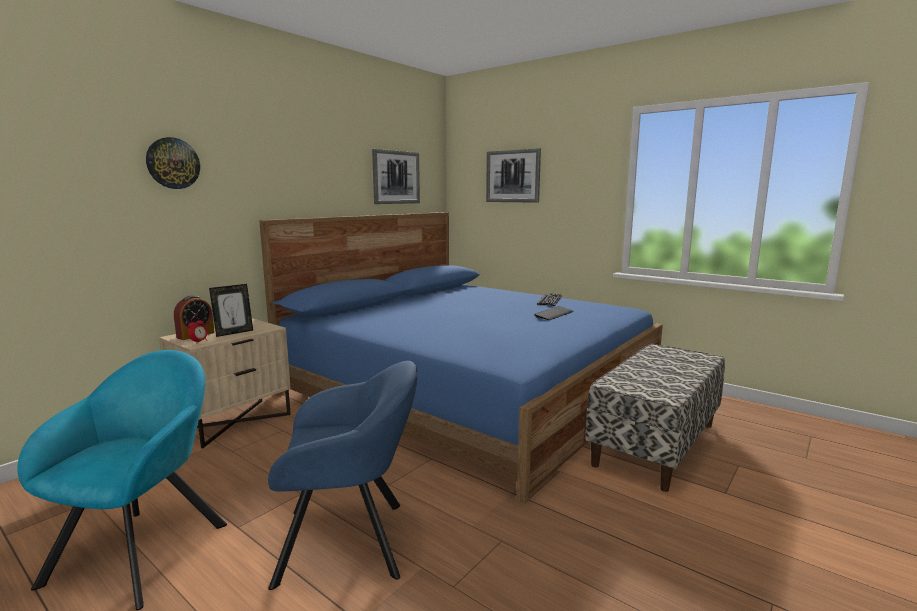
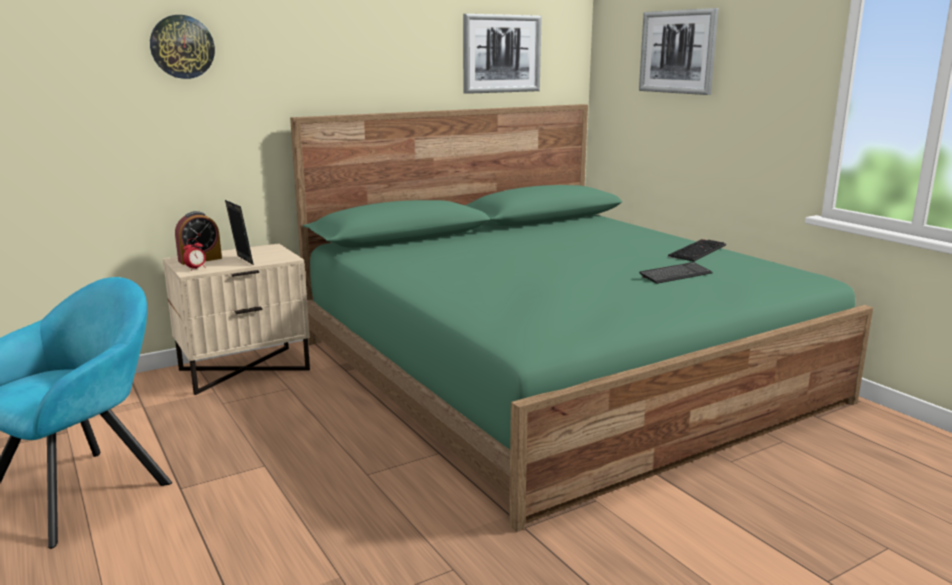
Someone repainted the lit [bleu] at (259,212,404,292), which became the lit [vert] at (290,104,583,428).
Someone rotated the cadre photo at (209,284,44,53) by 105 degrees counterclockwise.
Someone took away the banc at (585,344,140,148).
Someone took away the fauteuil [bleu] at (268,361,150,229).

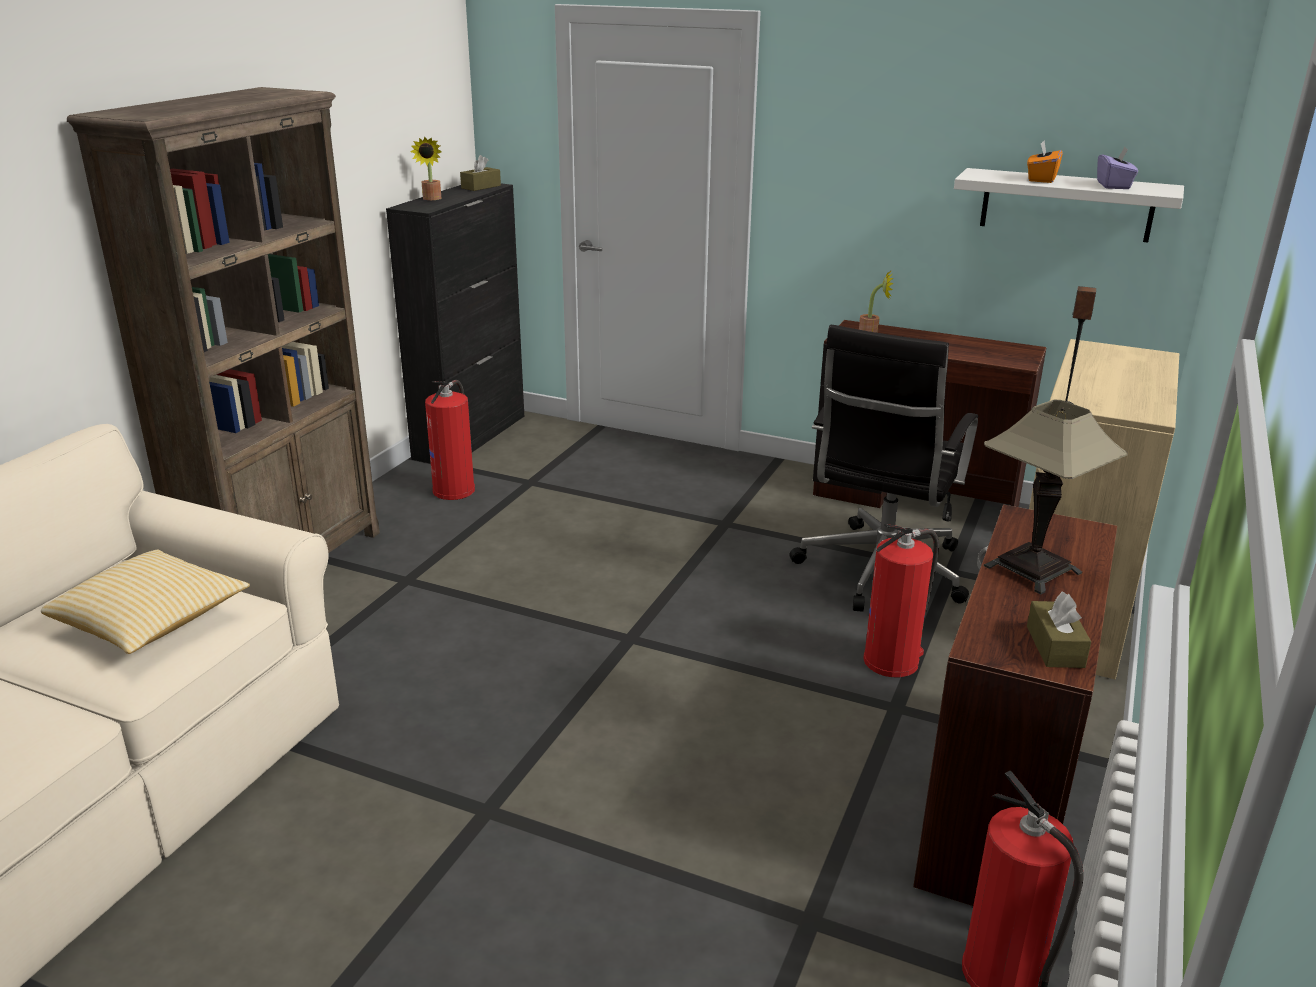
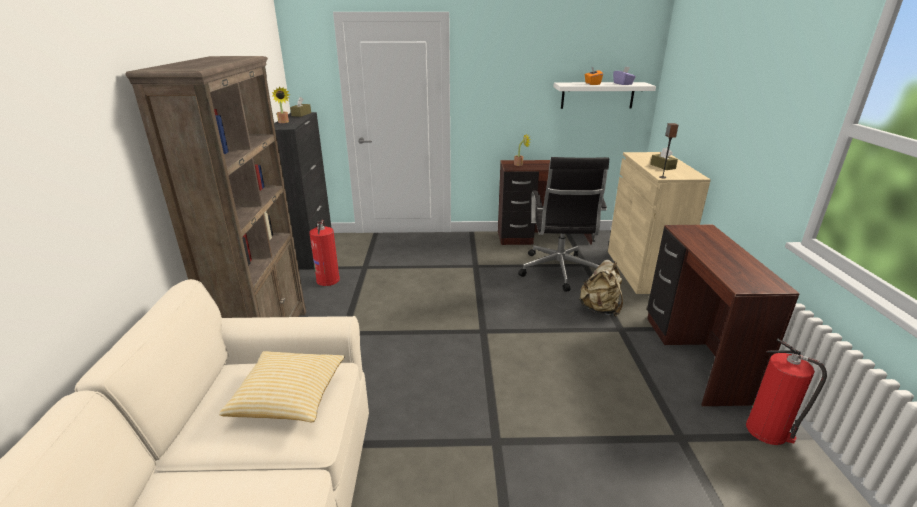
Someone took away the lampe de table at (984,399,144,196).
Someone swapped the extincteur at (863,524,76,153) for the sac à dos [beige] at (579,260,44,57).
Someone carried the boîte à mouchoirs [marron] from (1027,592,64,76) to (650,147,28,23).

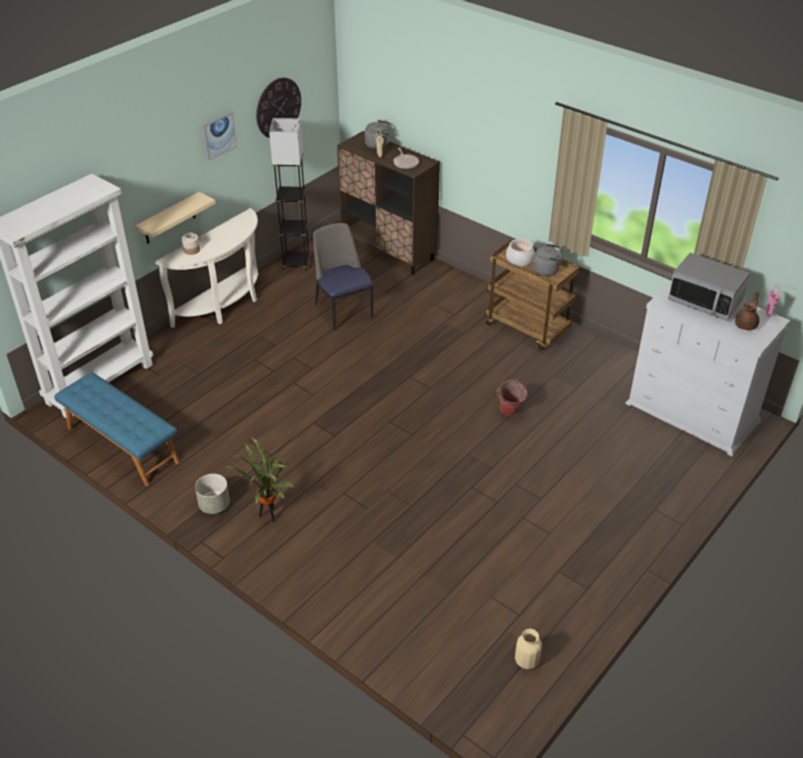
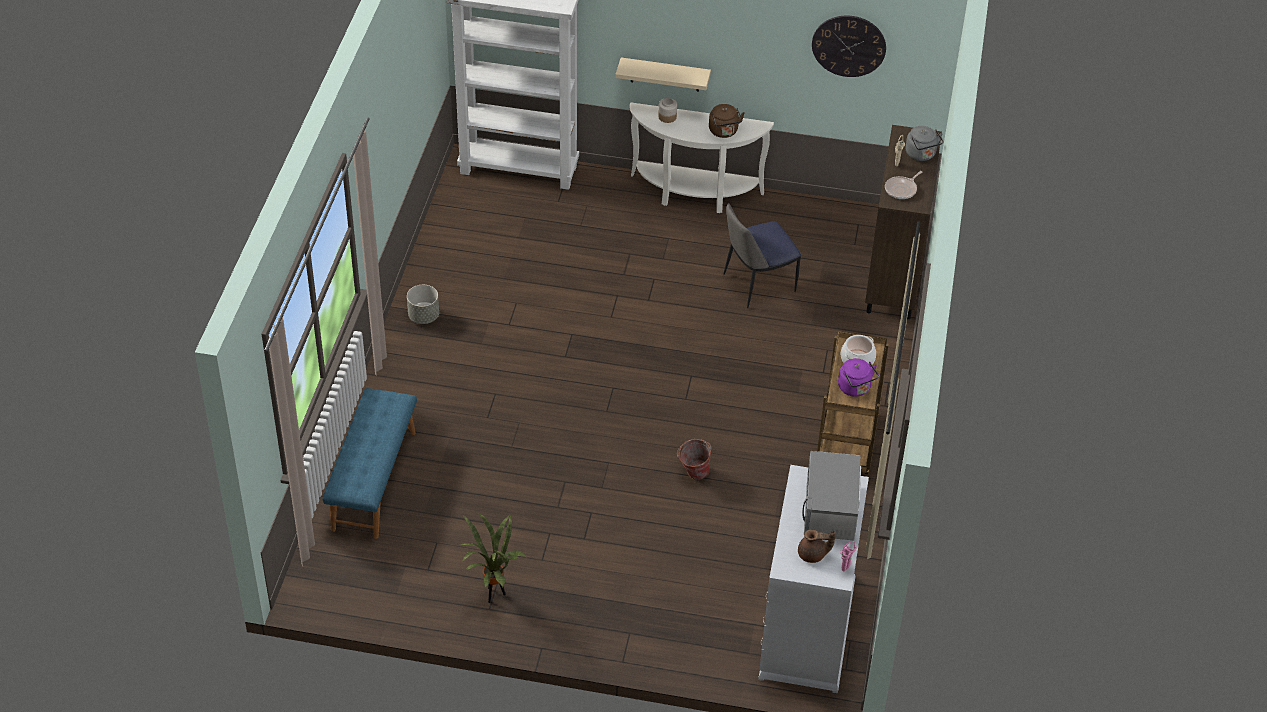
Someone took away the tableau at (203,112,34,49).
Someone took away the lampadaire [gris] at (269,118,41,152).
Someone rotated the chaise at (313,223,60,108) by 150 degrees counterclockwise.
Someone repainted the bouilloire [gris] at (532,244,31,32), which became the bouilloire [violet] at (838,358,41,39).
Someone carried the banc [bleu] from (54,372,126,114) to (322,388,95,151).
Someone carried the plante en pot from (225,437,70,85) to (461,513,66,90).
Someone took away the vase [beige] at (515,629,27,40).
Someone put down the bouilloire [marron] at (709,104,36,34).

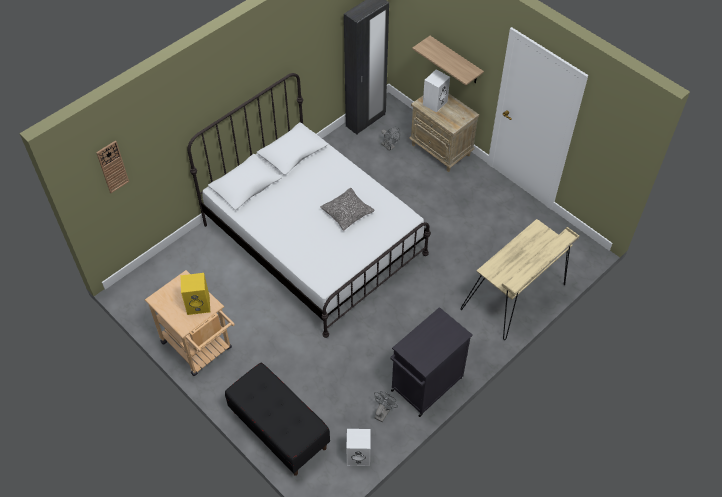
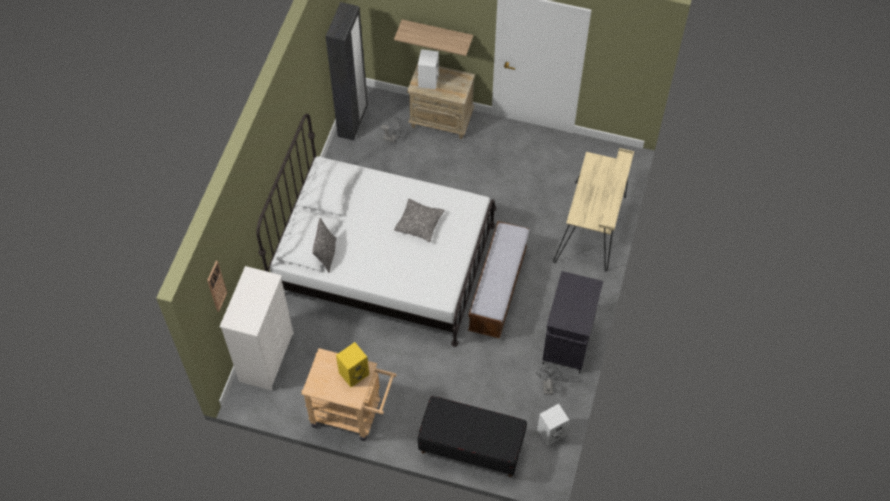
Someone put down the coussin at (313,218,23,55).
Someone put down the banc at (468,221,61,118).
Someone put down the commode [blanc] at (219,266,75,124).

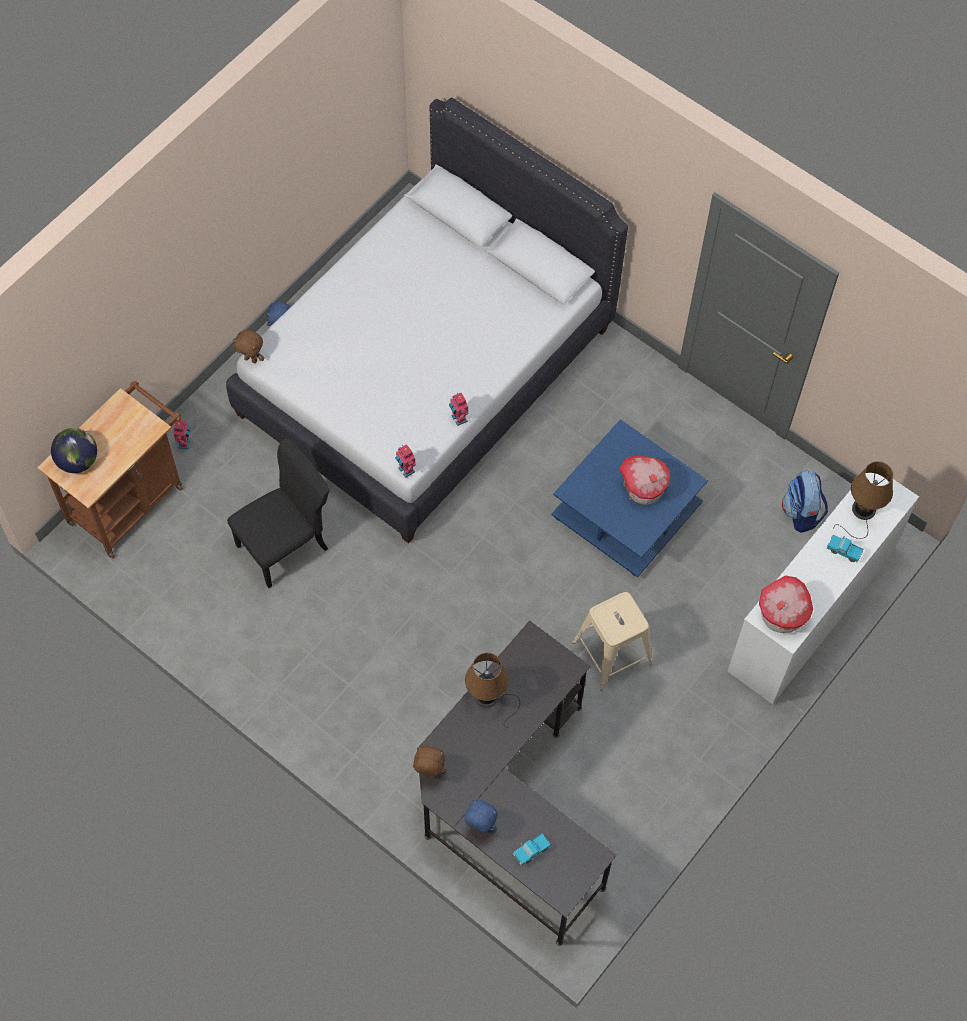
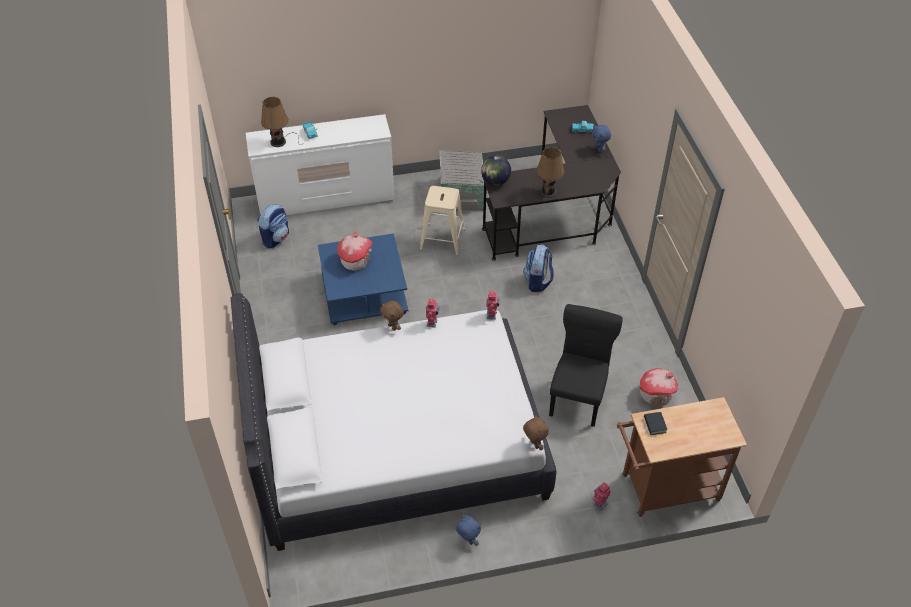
Someone carried the globe from (51,428,46,45) to (481,155,30,31).
Someone rotated the chaise [noir] at (227,438,103,150) by 105 degrees clockwise.
Someone carried the maison miniature from (759,576,54,57) to (639,368,39,38).
Someone carried the peluche [marron] from (413,746,33,30) to (380,300,24,31).
Someone put down the boîte de rangement [gris] at (440,150,44,61).
Someone put down the sac à dos at (523,245,31,47).
Someone put down the livre at (644,412,23,23).

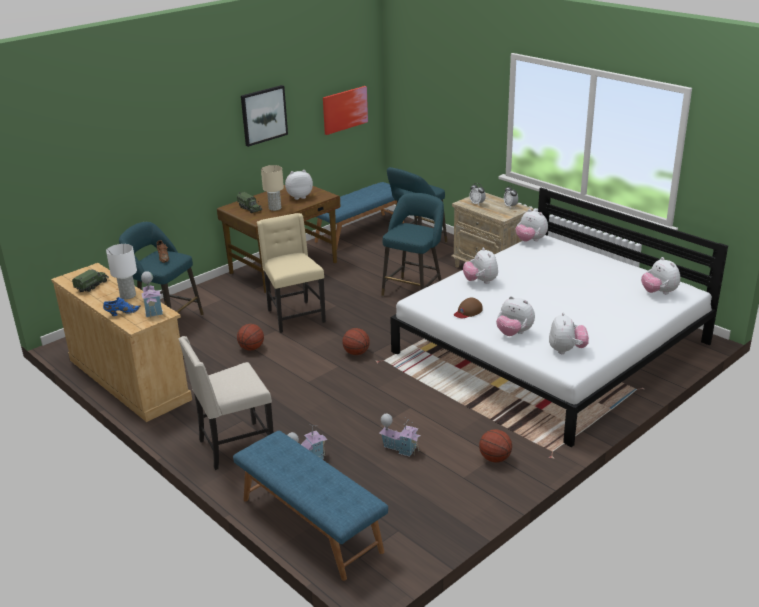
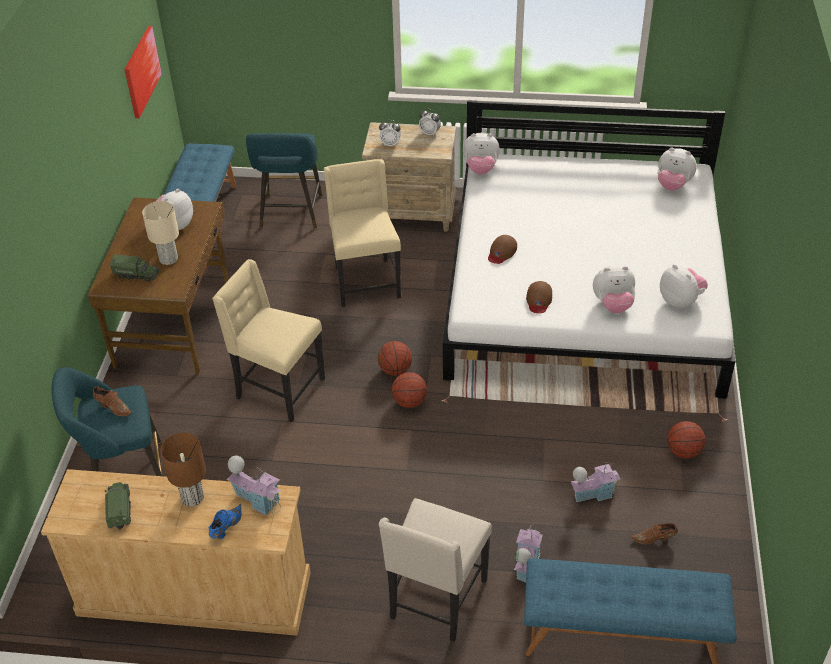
Someone took away the tableau at (241,85,47,62).
Someone swapped the tabouret [turquoise] at (381,193,63,103) for the chaise [beige] at (324,159,77,148).
Someone repainted the lampe de table [blanc] at (106,244,31,55), which became the lampe de table [marron] at (160,433,46,73).
Someone swapped the peluche at (463,247,35,37) for the casquette [marron] at (488,235,29,29).
Someone carried the ballon de basket from (237,324,27,27) to (378,341,34,35).
Someone put down the chaussure [marron] at (631,523,47,22).

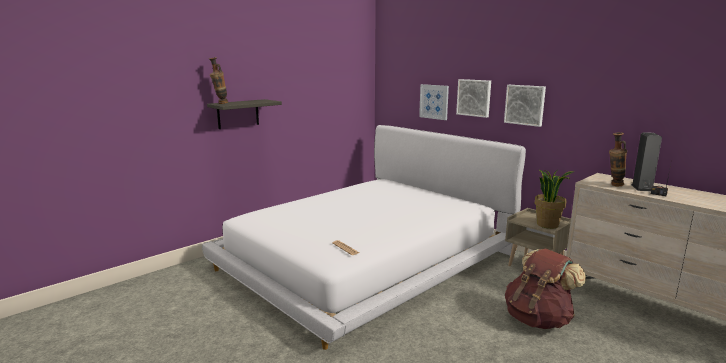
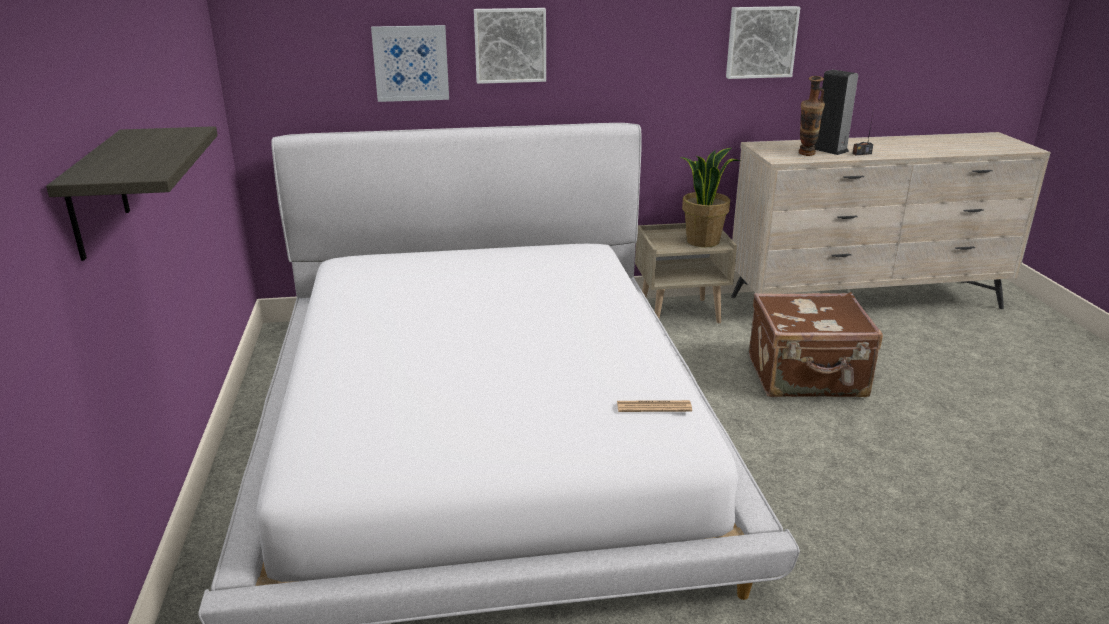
Someone took away the vase at (209,57,19,47).
Someone carried the tableau from (504,85,42,42) to (726,6,74,73).
Someone swapped the sac à dos [marron] at (505,248,81,81) for the valise [marron] at (749,292,134,105).

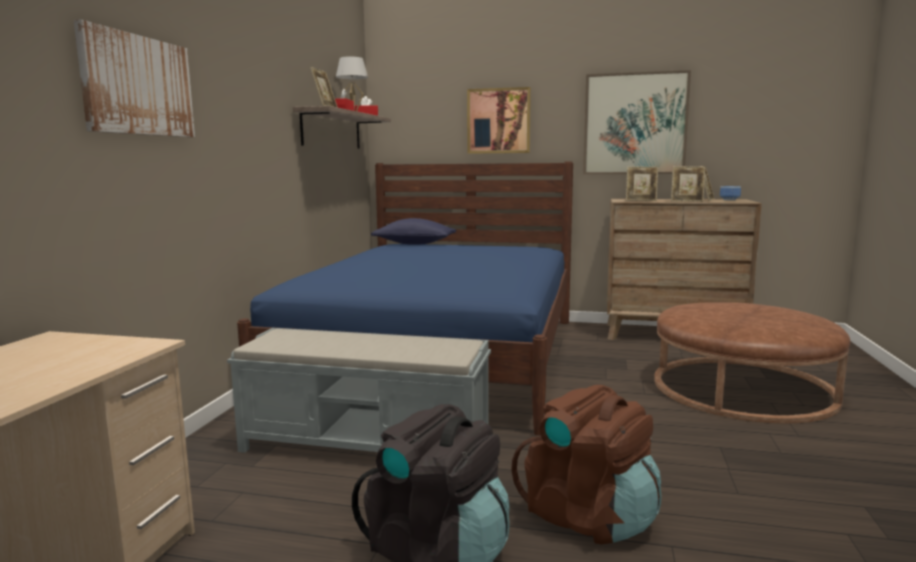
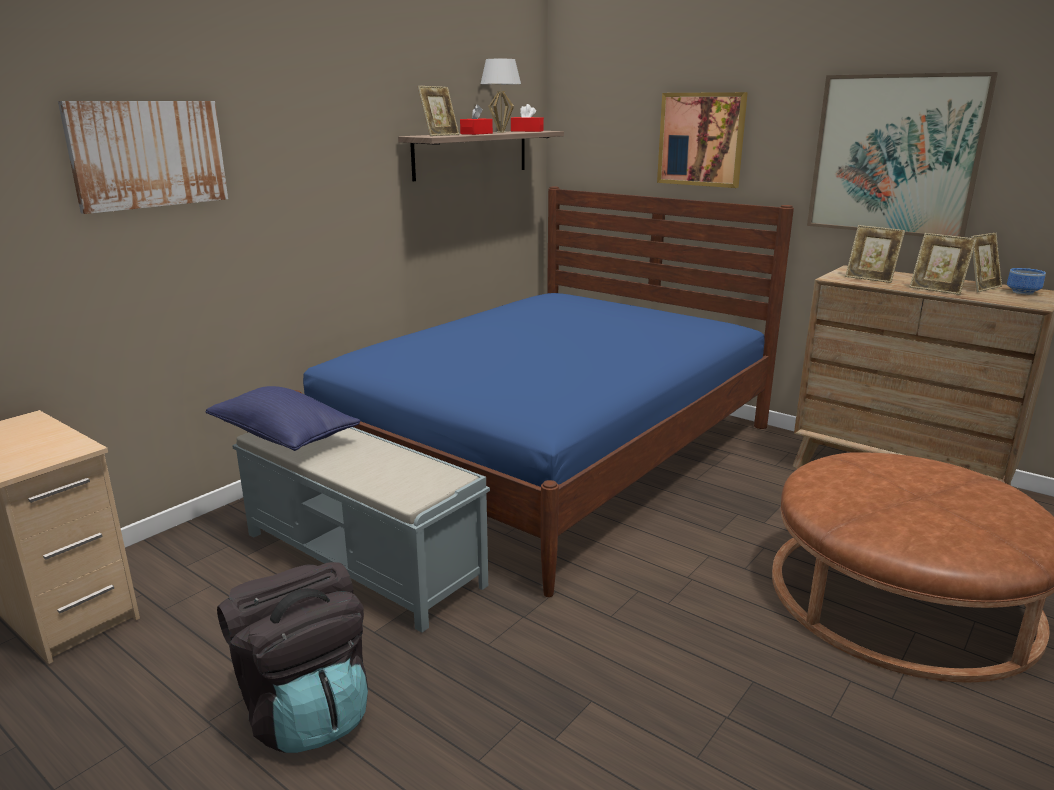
Someone carried the coussin [bleu] from (371,218,85,27) to (206,386,154,65).
Someone took away the sac à dos [marron] at (511,385,151,160).

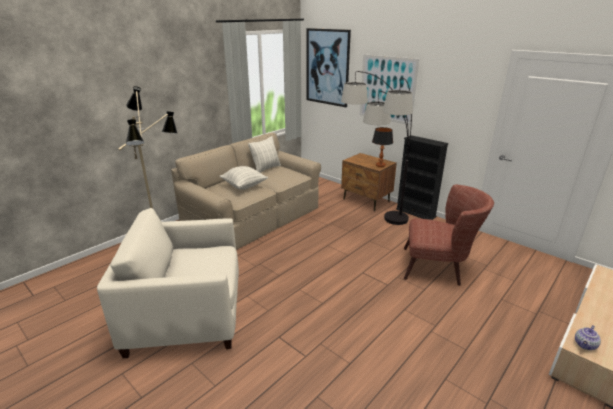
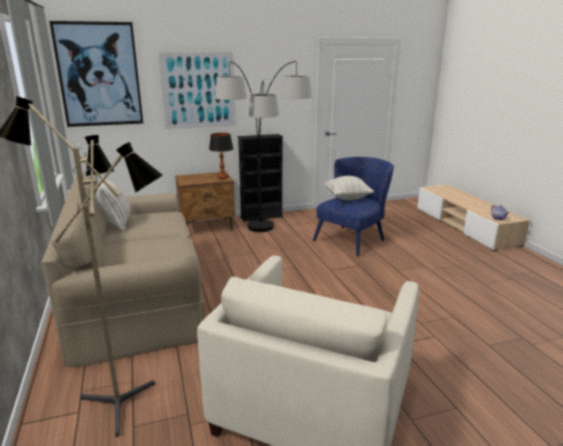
Someone carried the coussin from (219,166,49,24) to (323,176,51,24).
Someone repainted the fauteuil [marron] at (404,185,90,101), which became the fauteuil [bleu] at (313,157,81,99).

